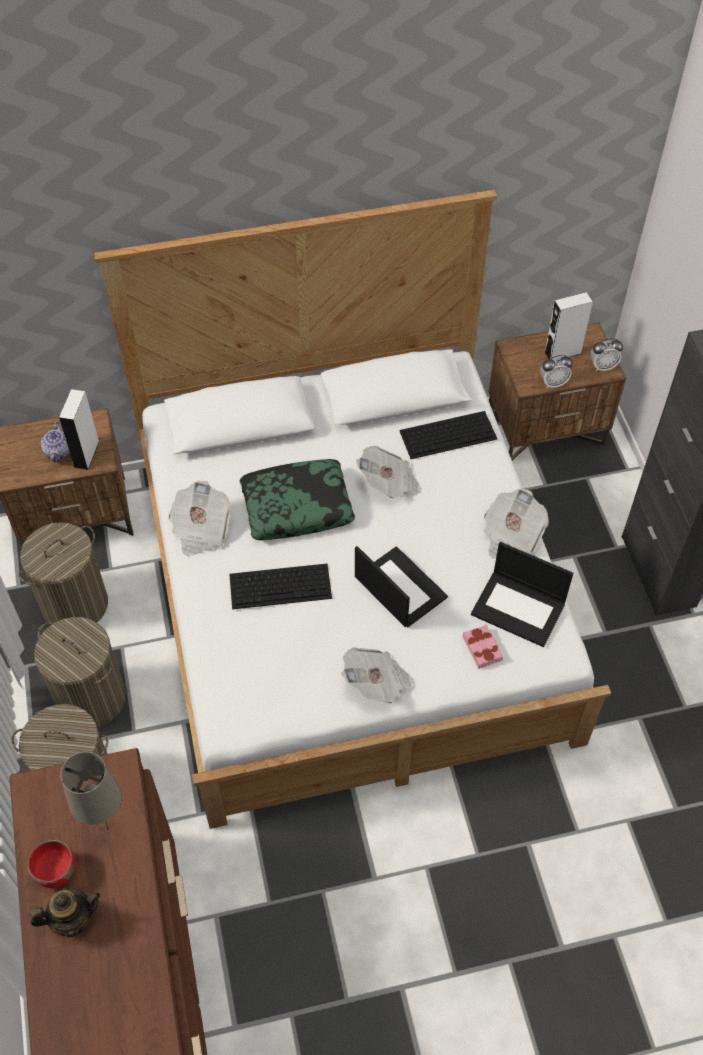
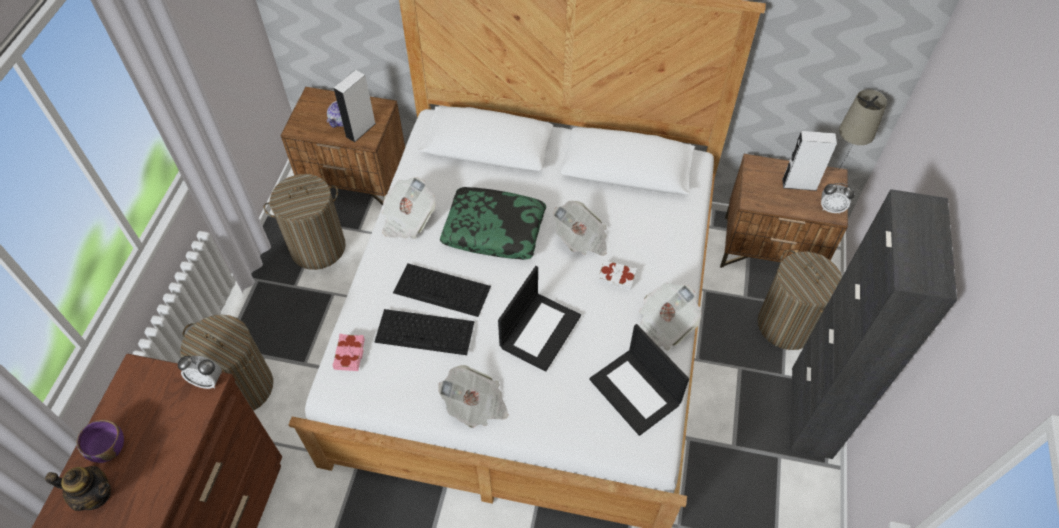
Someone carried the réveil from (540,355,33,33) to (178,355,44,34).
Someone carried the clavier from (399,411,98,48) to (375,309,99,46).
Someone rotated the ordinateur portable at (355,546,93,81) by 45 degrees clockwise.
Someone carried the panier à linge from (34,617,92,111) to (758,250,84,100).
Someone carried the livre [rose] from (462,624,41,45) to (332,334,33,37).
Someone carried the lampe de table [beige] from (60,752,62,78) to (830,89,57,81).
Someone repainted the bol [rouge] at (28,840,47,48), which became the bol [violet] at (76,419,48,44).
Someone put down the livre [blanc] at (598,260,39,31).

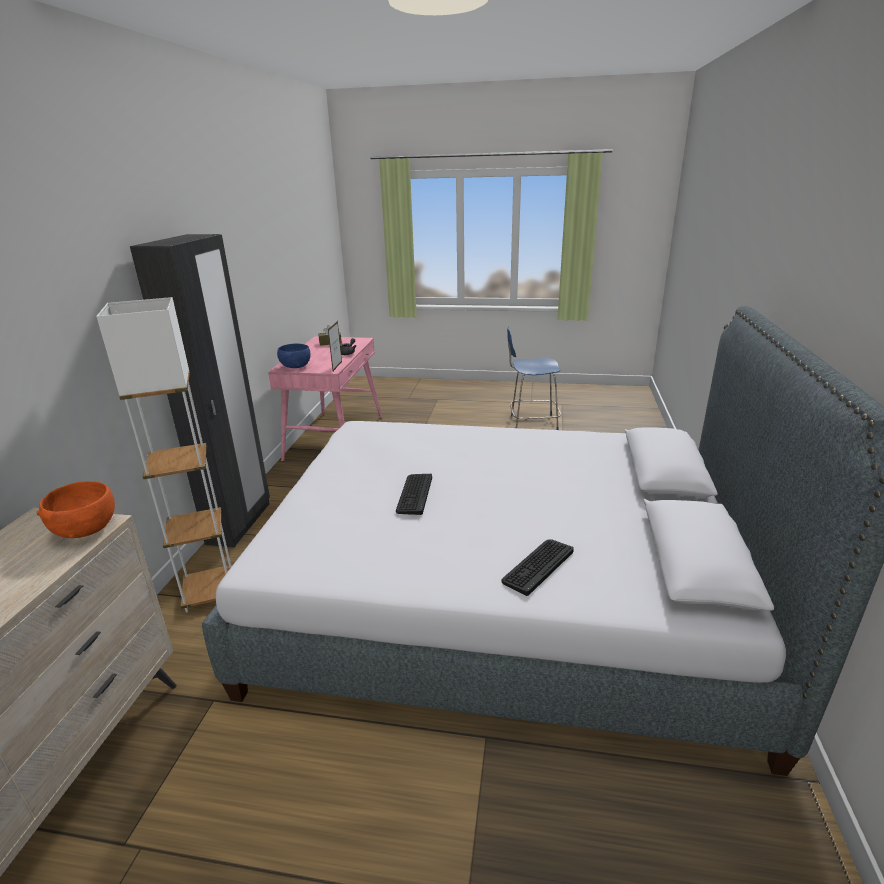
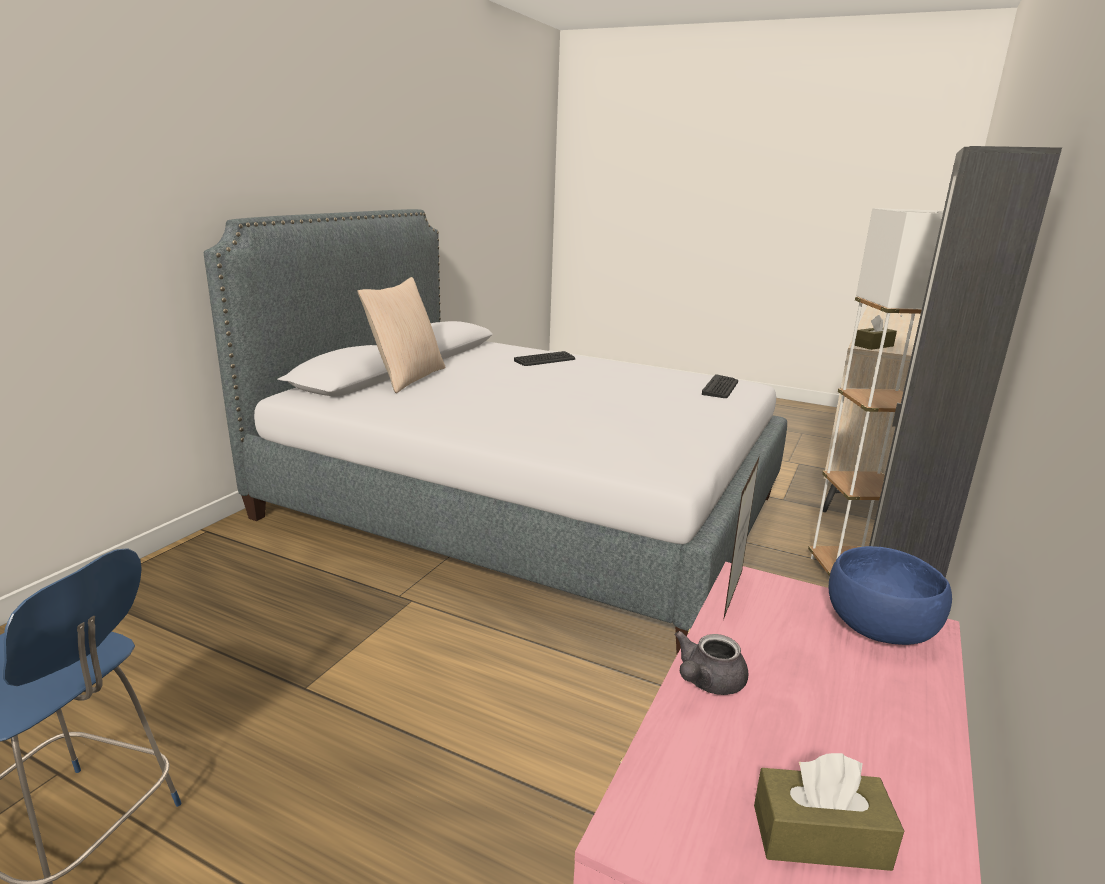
Someone carried the clavier from (396,474,36,41) to (702,374,36,24).
Someone swapped the bol [orange] at (37,481,78,57) for the boîte à mouchoirs [marron] at (855,315,42,35).
Someone put down the coussin [beige] at (357,277,88,116).

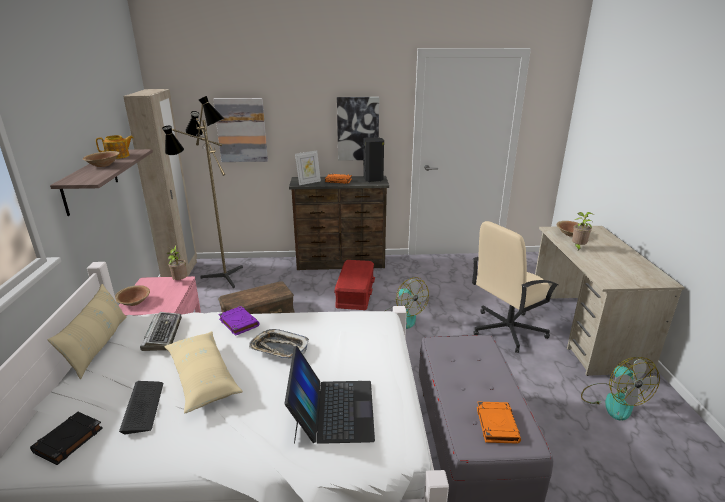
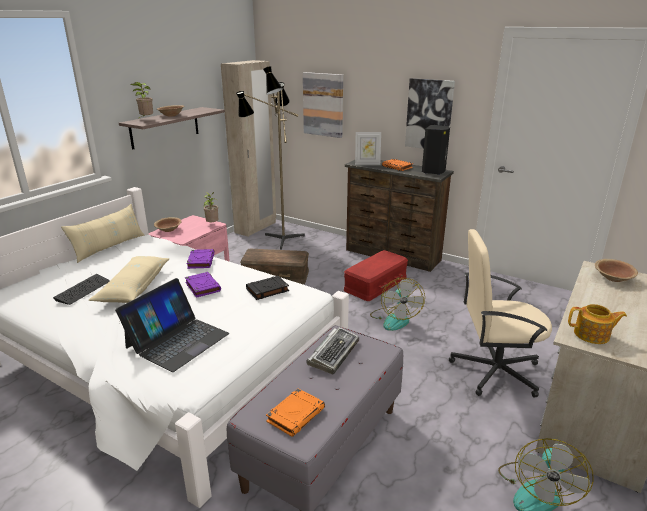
Someone carried the théière from (96,135,38,24) to (568,304,59,40).
Someone carried the plante en pot from (572,212,22,40) to (130,82,23,38).
Someone carried the clavier from (140,312,42,39) to (306,327,53,48).
Someone swapped the plateau at (249,329,60,30) for the livre [violet] at (185,272,36,26).
Someone carried the livre [noir] from (30,412,73,53) to (246,276,43,24).

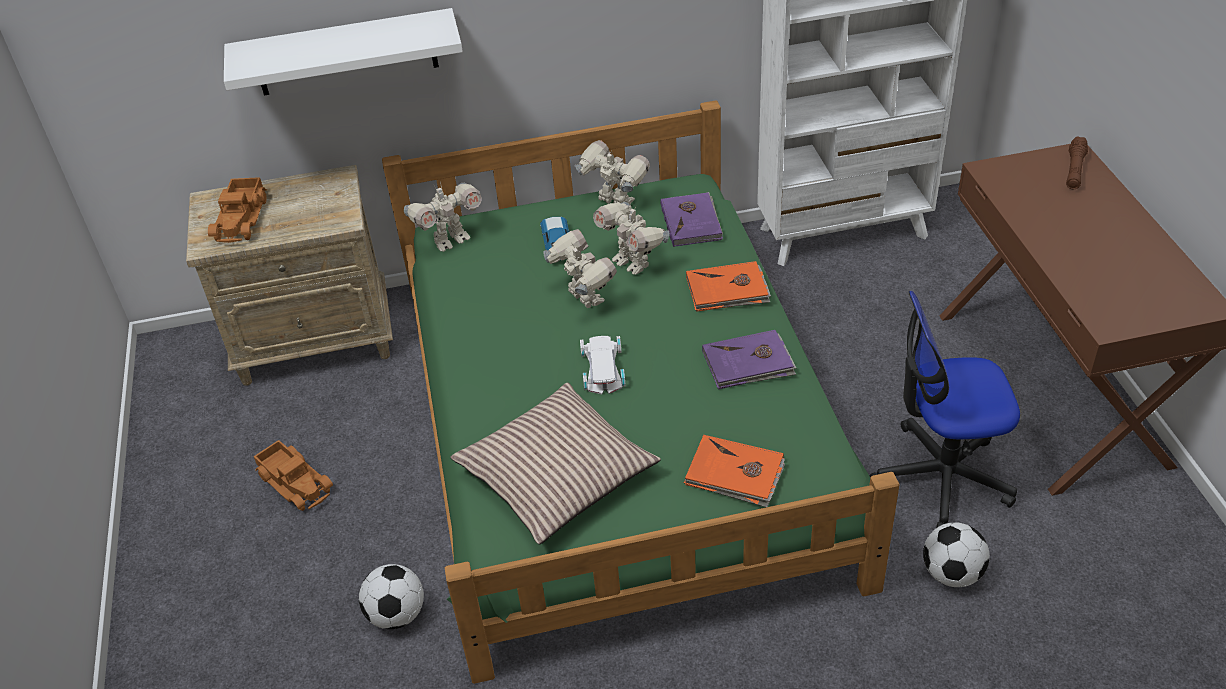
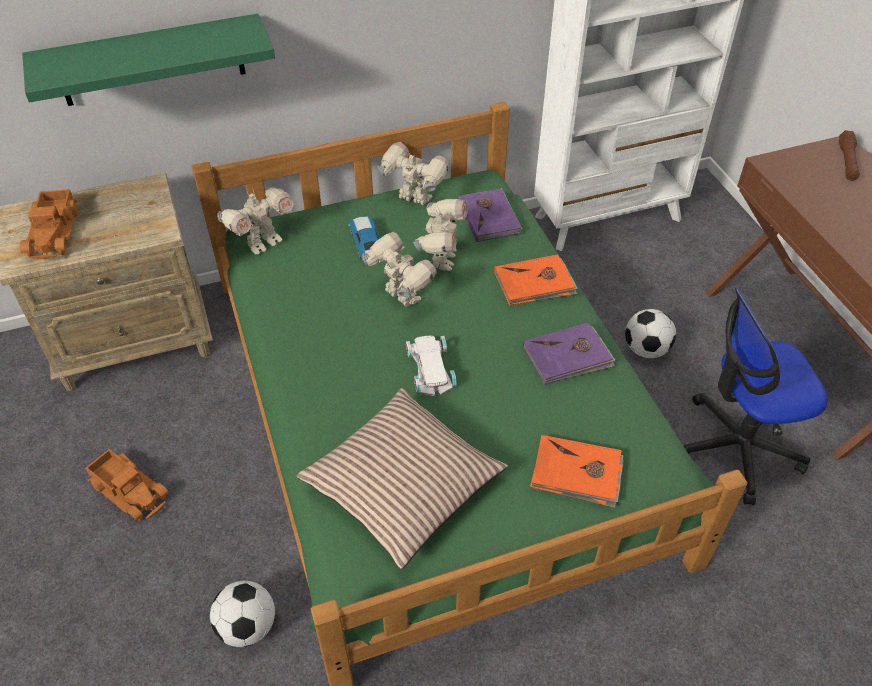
Someone repainted the étagère [blanc] at (224,8,239,88), which became the étagère [vert] at (22,13,253,93).
Someone rotated the robot jouet at (593,202,76,73) by 120 degrees counterclockwise.
Someone carried the ballon de foot from (923,522,67,65) to (625,309,51,49).

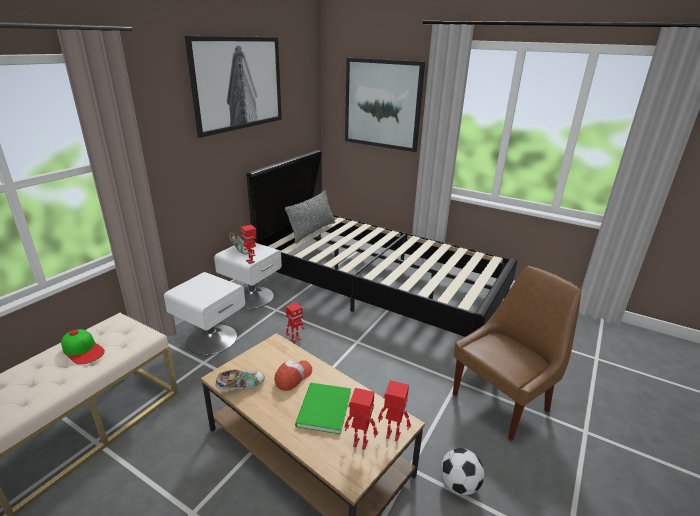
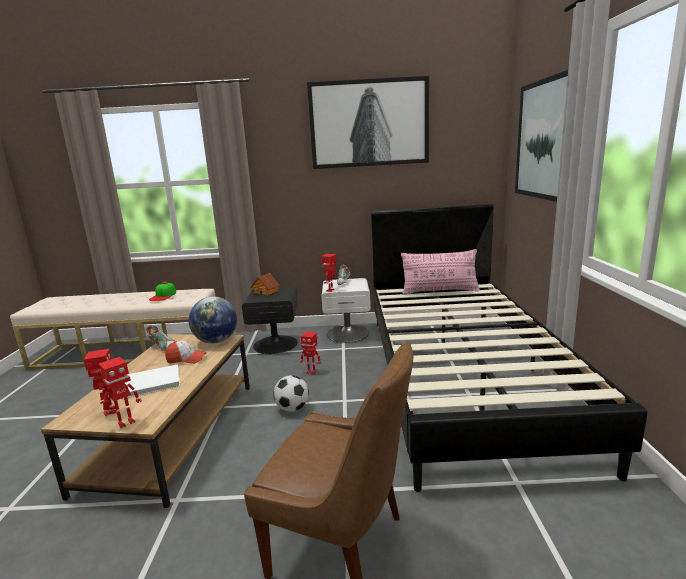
Someone repainted the coussin [gris] at (285,190,50,54), which became the coussin [rose] at (401,249,79,46).
Someone repainted the table de chevet [blanc] at (164,272,81,83), which became the table de chevet [noir] at (242,287,56,67).
Someone rotated the robot jouet at (378,380,33,61) by 60 degrees clockwise.
Someone repainted the livre [vert] at (295,383,56,52), which became the livre [blanc] at (122,364,58,35).
Someone carried the ballon de foot from (441,448,43,48) to (273,375,36,37).
Someone put down the maison miniature at (250,273,30,23).
Someone put down the globe at (189,296,48,48).

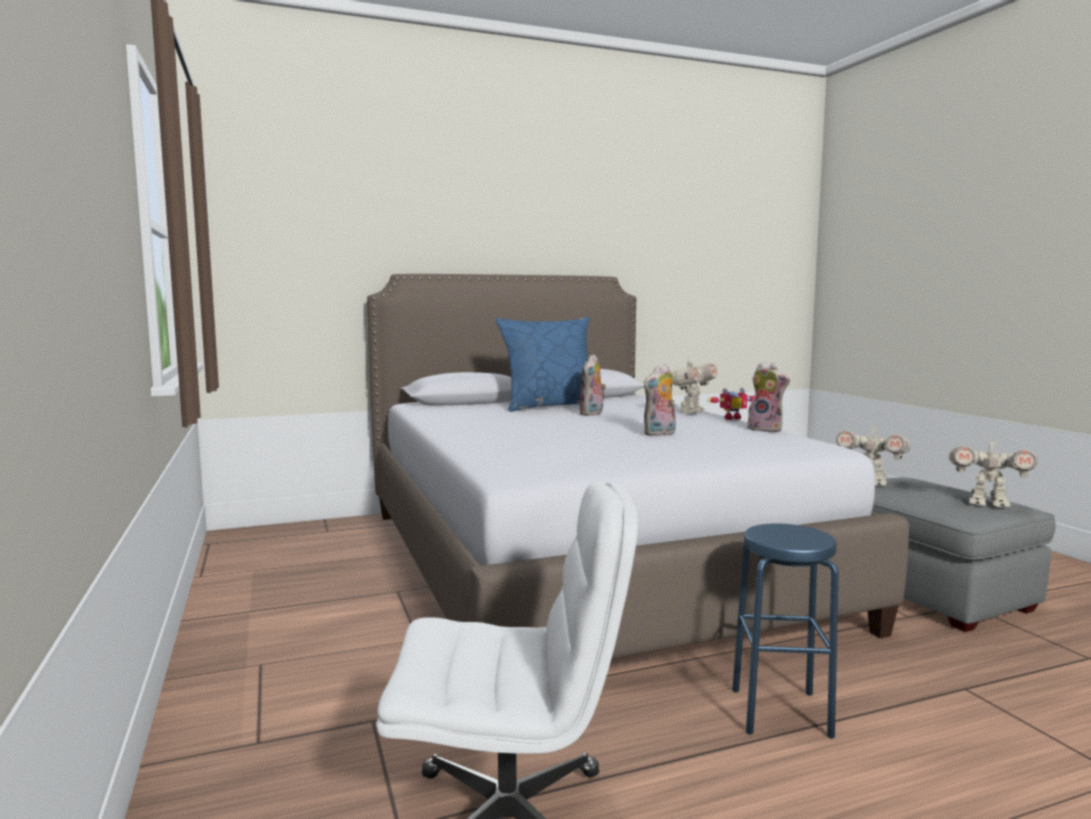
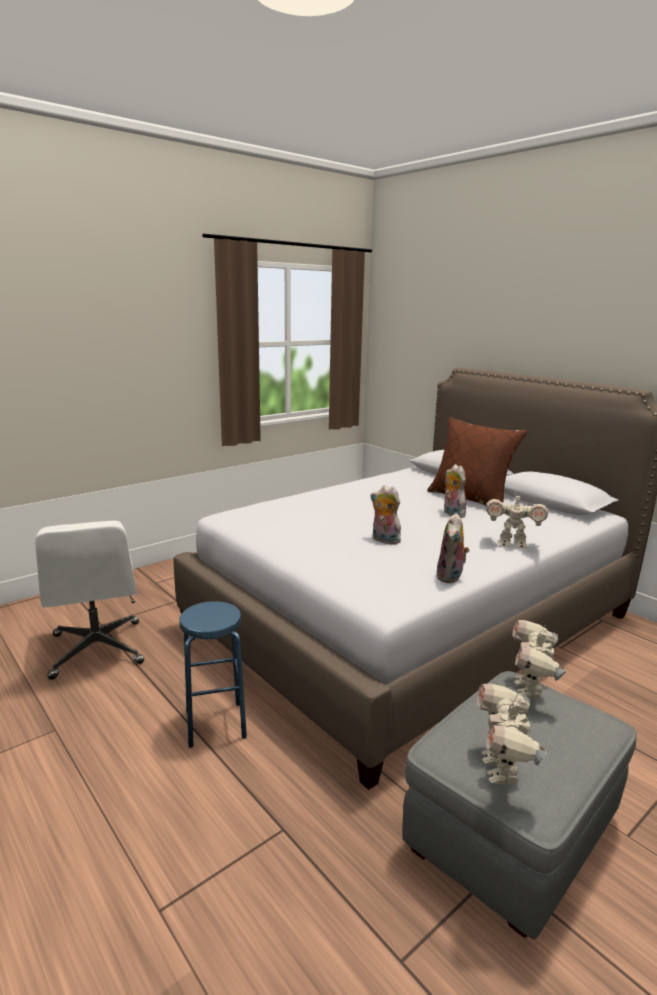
Someone repainted the coussin [bleu] at (496,317,93,95), which became the coussin [marron] at (427,417,100,89).
Someone rotated the peluche at (579,354,27,62) by 60 degrees clockwise.
Someone took away the robot jouet at (707,388,47,32).

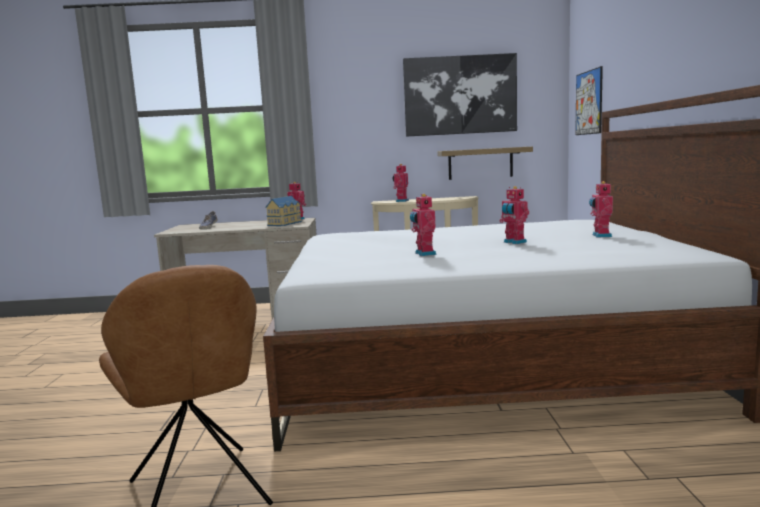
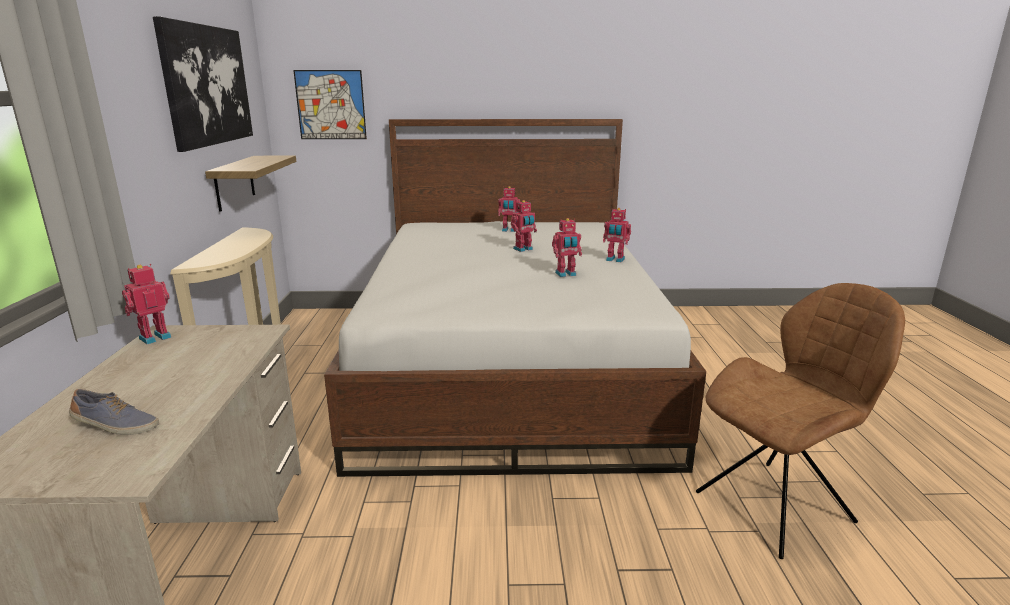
Someone carried the robot jouet from (393,164,16,38) to (603,208,28,55).
Someone took away the maison miniature at (266,196,36,30).

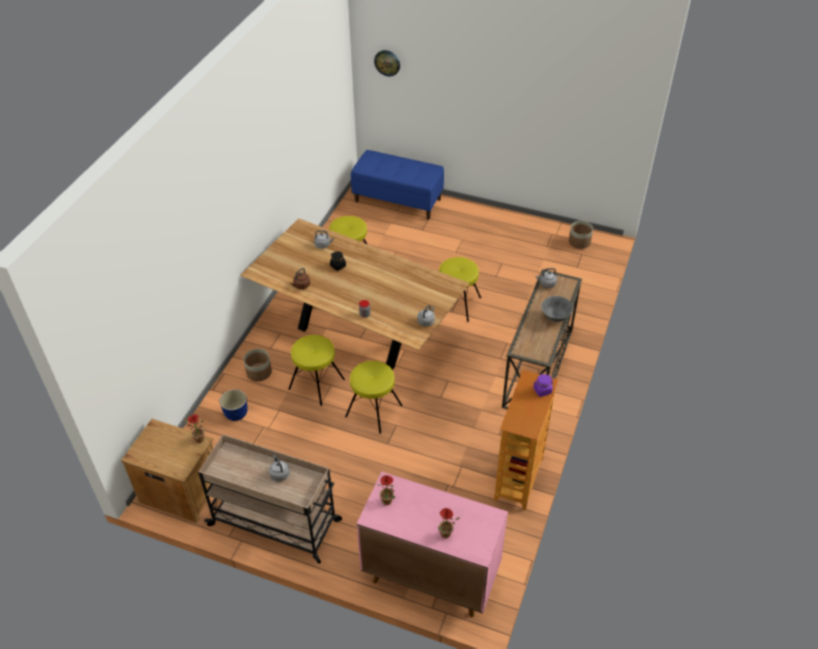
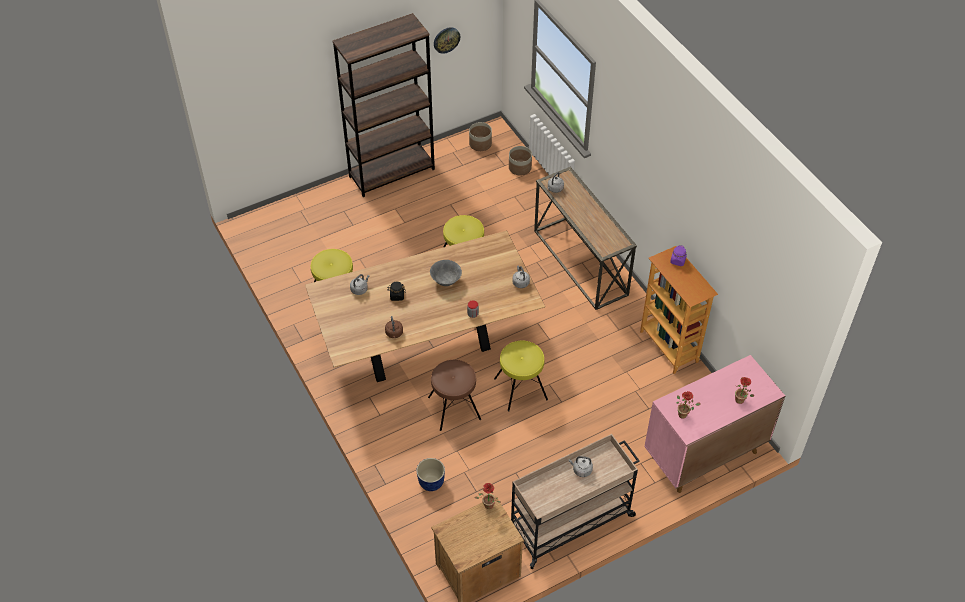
Someone carried the horloge murale from (374,50,26,27) to (434,27,26,27).
Someone took away the banc [bleu] at (351,150,93,69).
Someone carried the bol [gris] from (541,296,32,26) to (430,260,32,26).
Someone repainted the tabouret [jaune] at (288,335,57,71), which became the tabouret [marron] at (428,360,53,71).
Someone carried the cache-pot from (244,349,28,33) to (509,146,23,30).
Someone put down the bibliothèque [marron] at (332,13,103,184).

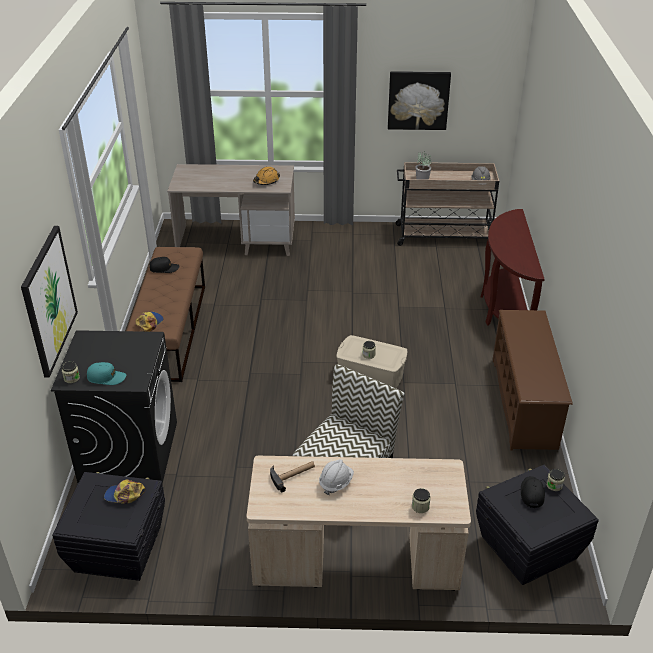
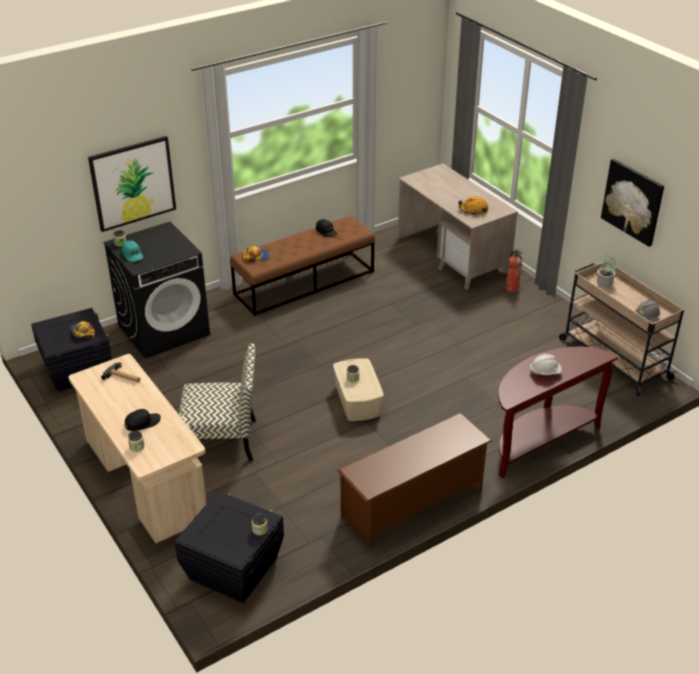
Someone carried the casque de chantier [blanc] from (319,459,35,36) to (529,354,33,21).
Someone carried the casquette [noir] from (521,476,24,32) to (124,409,37,22).
Someone put down the extincteur at (506,249,16,44).

